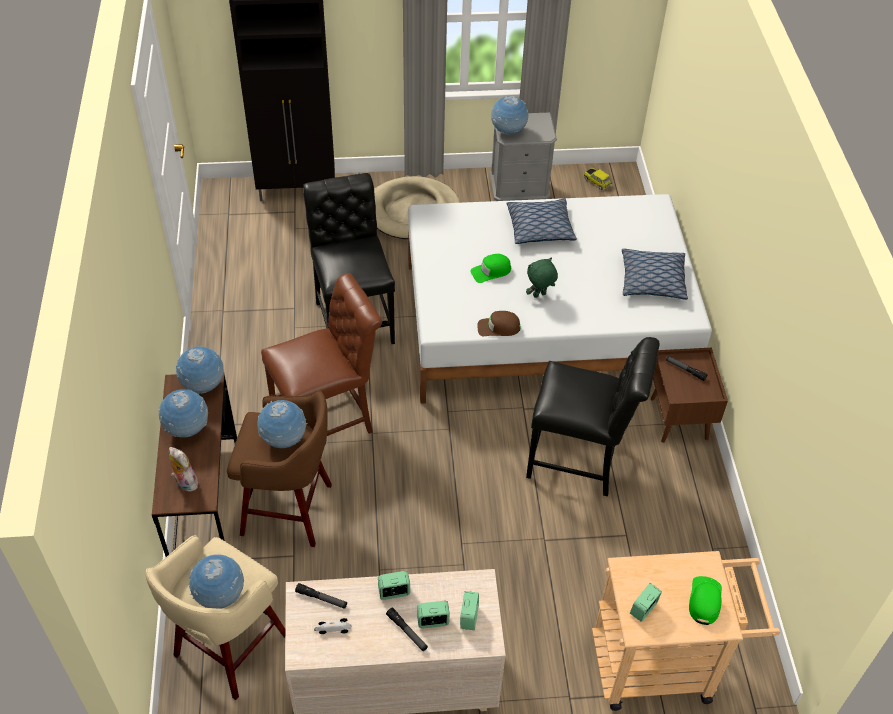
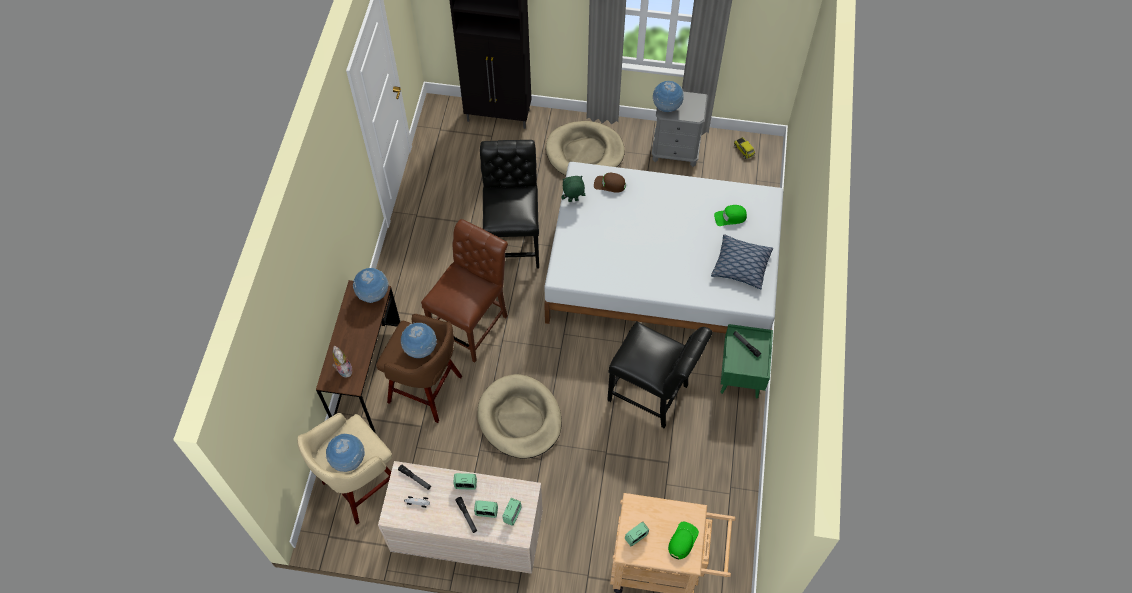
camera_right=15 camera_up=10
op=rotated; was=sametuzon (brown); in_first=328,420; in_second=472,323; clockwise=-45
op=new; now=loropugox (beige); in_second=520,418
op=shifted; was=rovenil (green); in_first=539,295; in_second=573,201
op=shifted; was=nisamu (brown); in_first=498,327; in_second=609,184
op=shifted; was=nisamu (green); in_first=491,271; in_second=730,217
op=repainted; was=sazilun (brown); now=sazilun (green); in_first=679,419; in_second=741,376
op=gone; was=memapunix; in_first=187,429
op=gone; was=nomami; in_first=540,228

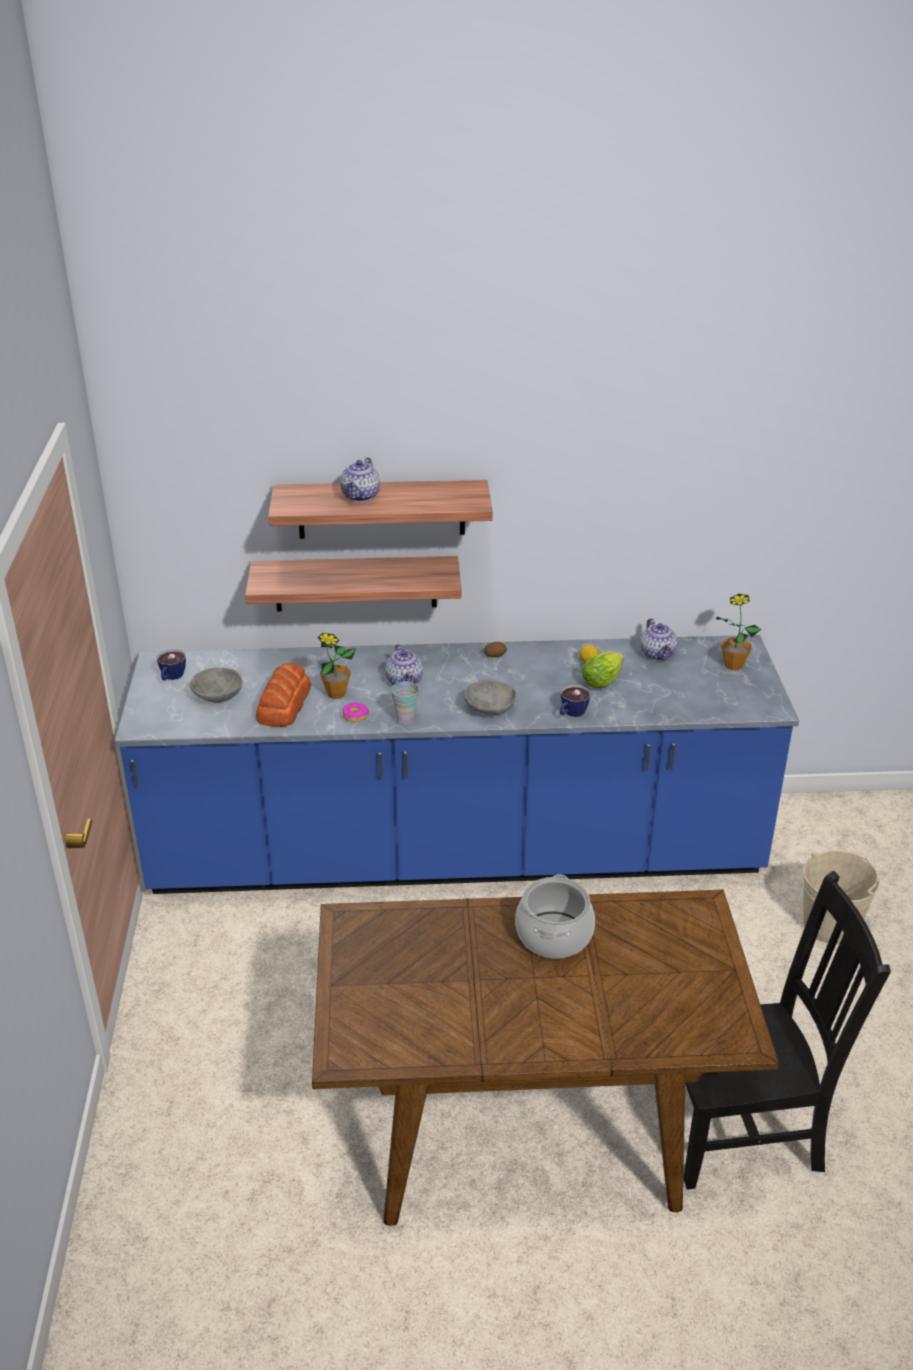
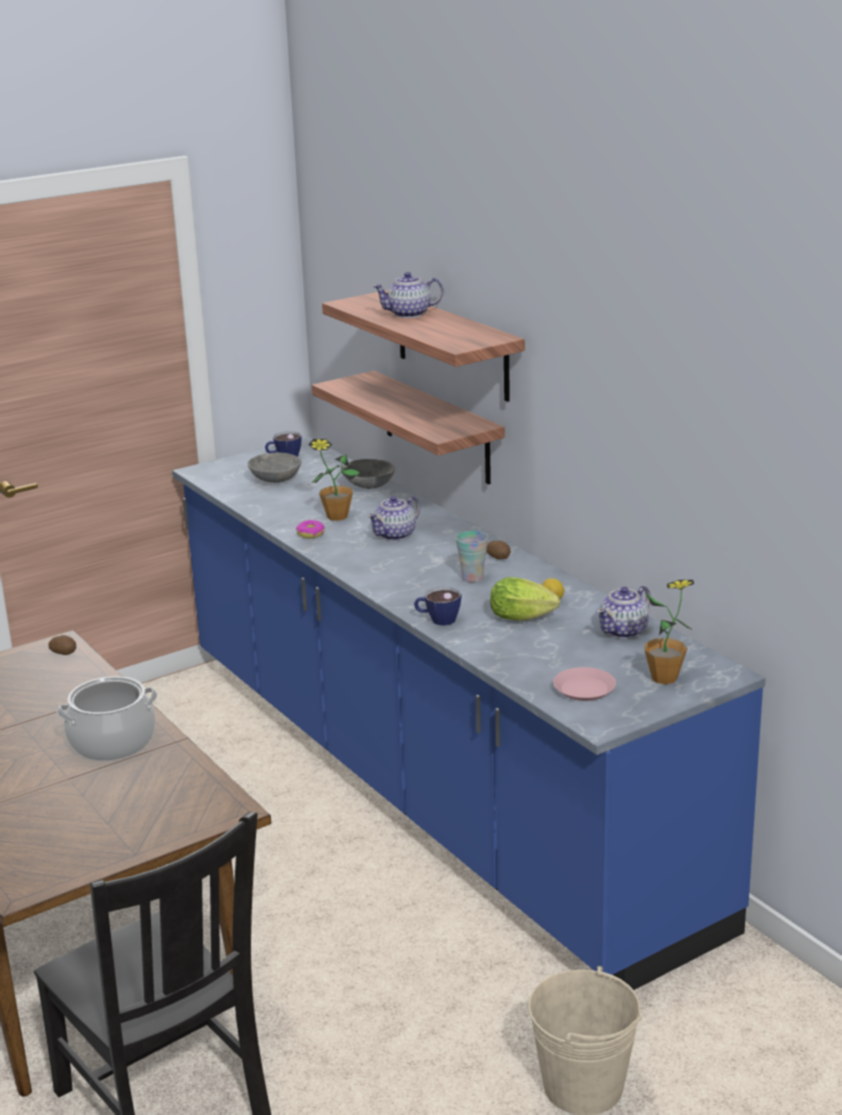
camera_right=60 camera_up=-10
op=new; now=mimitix; in_second=64,652
op=shifted; was=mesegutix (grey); in_first=490,710; in_second=368,486
op=shifted; was=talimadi; in_first=405,720; in_second=472,578
op=new; now=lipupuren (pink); in_second=584,689
op=gone; was=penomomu; in_first=283,704

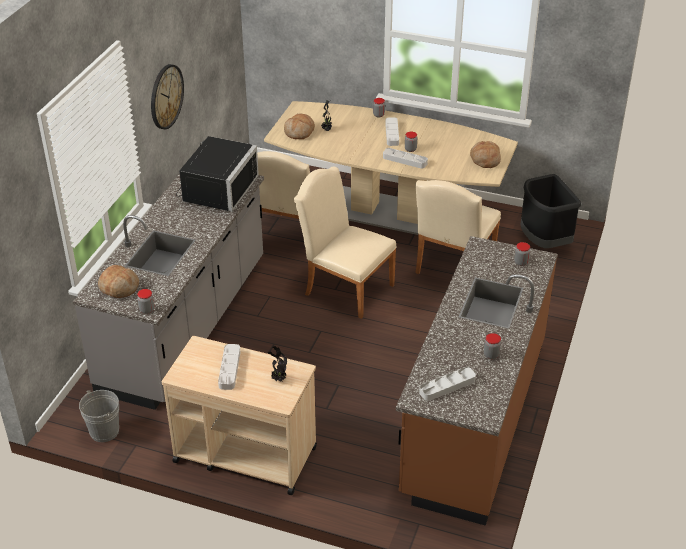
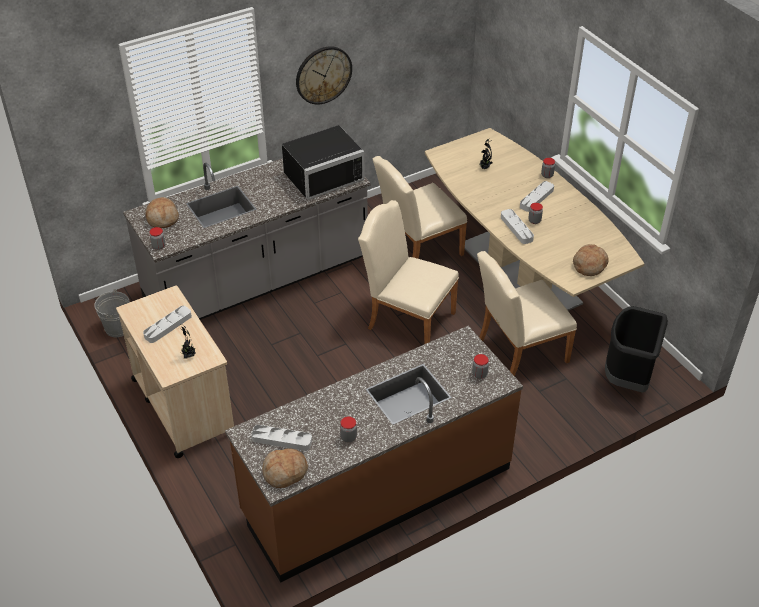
camera_right=40 camera_up=5
op=shifted; was=penomomu; in_first=299,132; in_second=285,472
op=rotated; was=sametuzon (beige); in_first=344,287; in_second=406,318; clockwise=-45

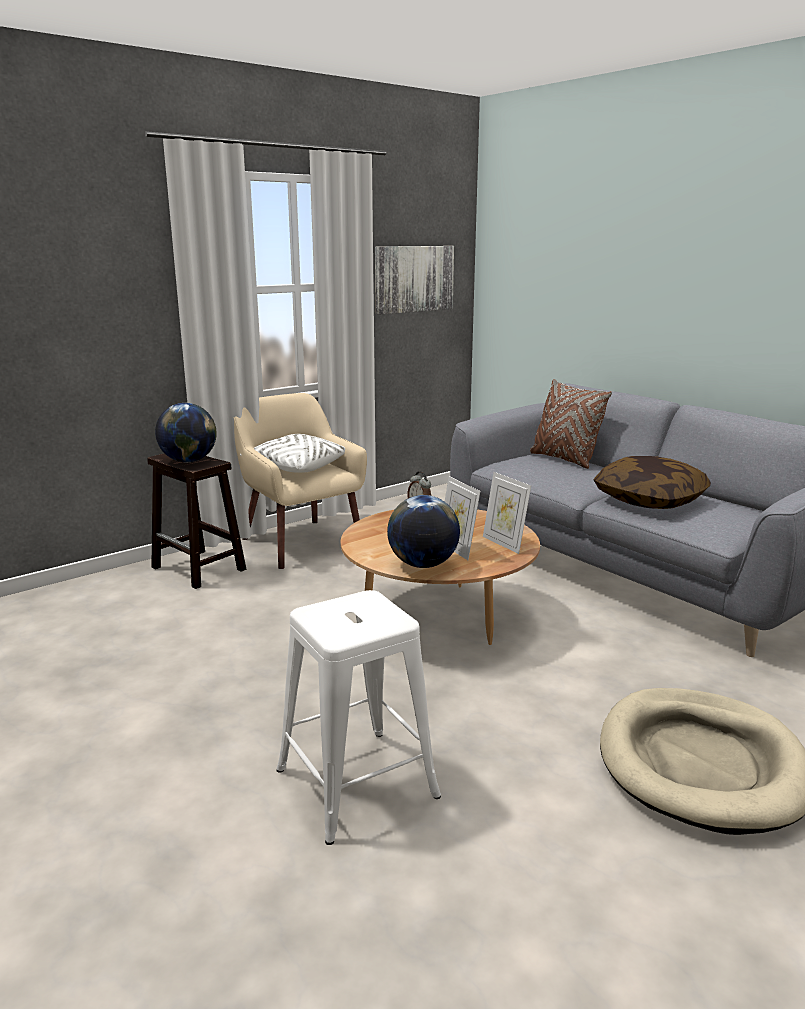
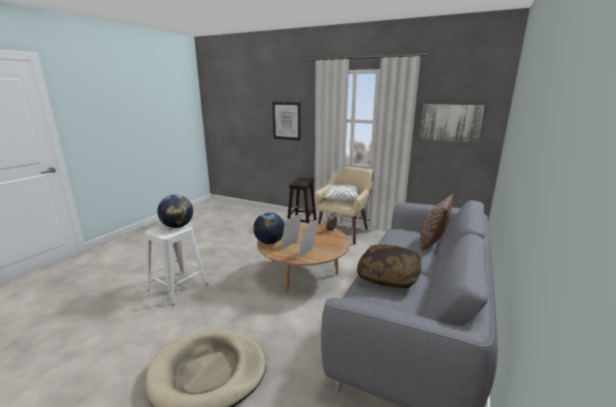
camera_right=65 camera_up=0
op=shifted; was=memapunix; in_first=189,461; in_second=177,226
op=new; now=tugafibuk; in_second=286,121

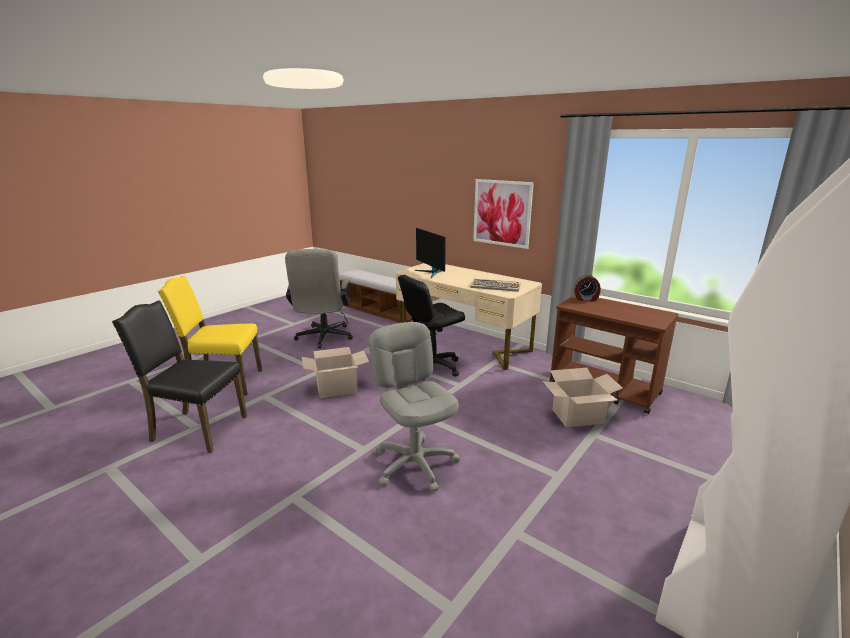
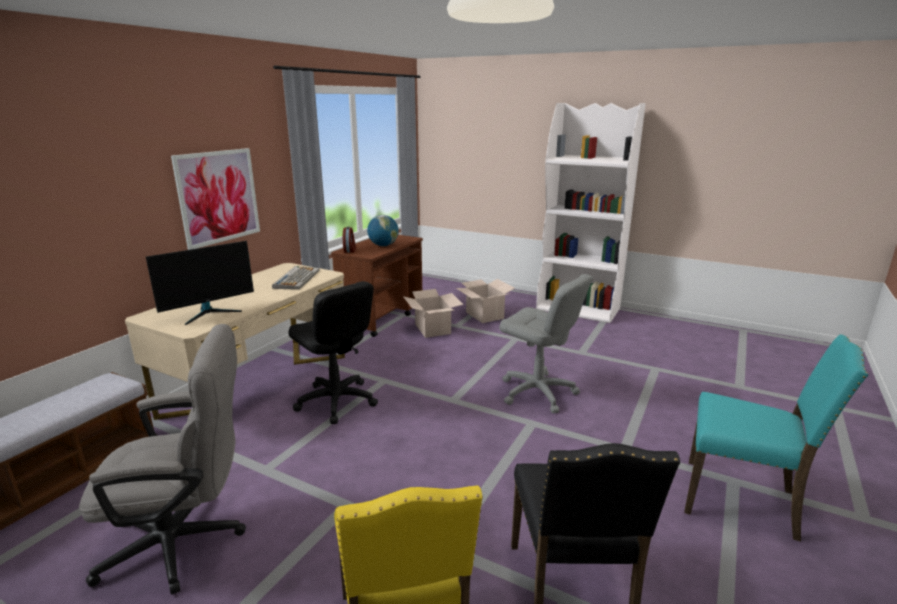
camera_right=-100 camera_up=0
op=new; now=memapunix; in_second=383,245
op=shifted; was=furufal; in_first=337,389; in_second=485,315
op=rotated; was=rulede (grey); in_first=415,464; in_second=537,392; clockwise=-105
op=new; now=sametuzon (turquoise); in_second=742,500

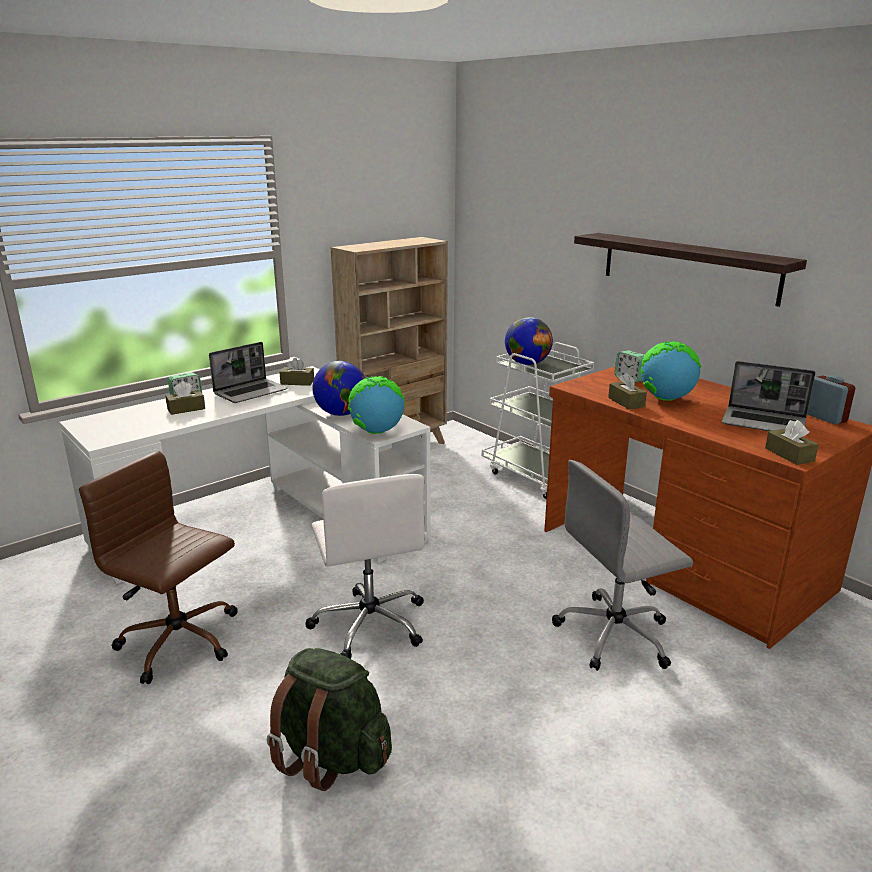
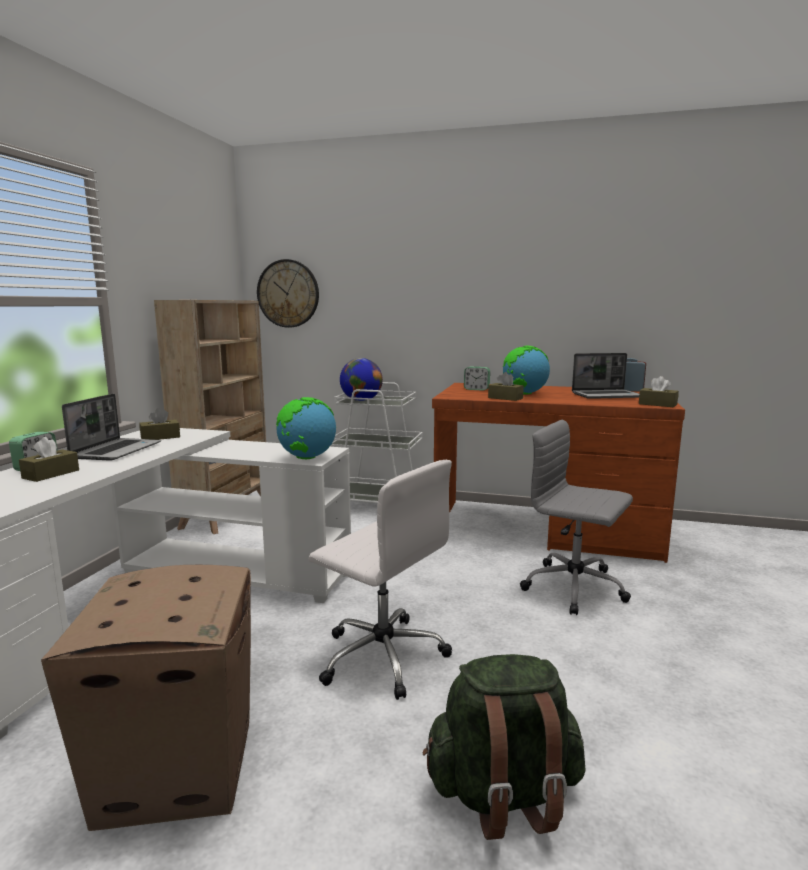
camera_right=-35 camera_up=-10
op=swapped; was=rulede (brown); now=furufal; in_first=180,642; in_second=179,768
op=new; now=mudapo; in_second=288,293
op=rotated; was=rulede (grey); in_first=615,634; in_second=576,588; clockwise=90
op=gone; was=memapunix; in_first=341,413
op=gone; was=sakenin; in_first=688,267

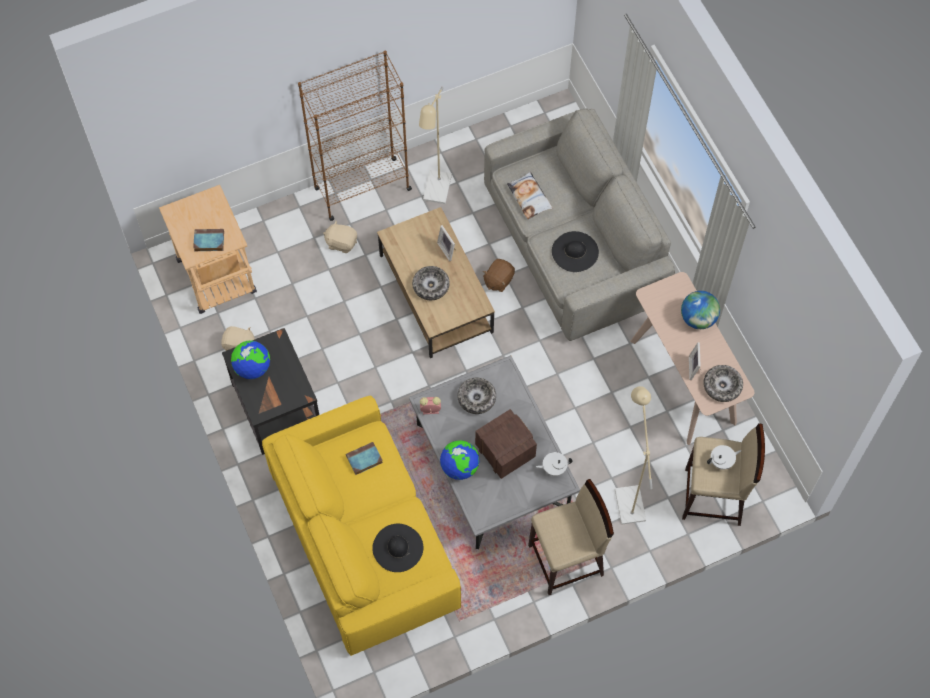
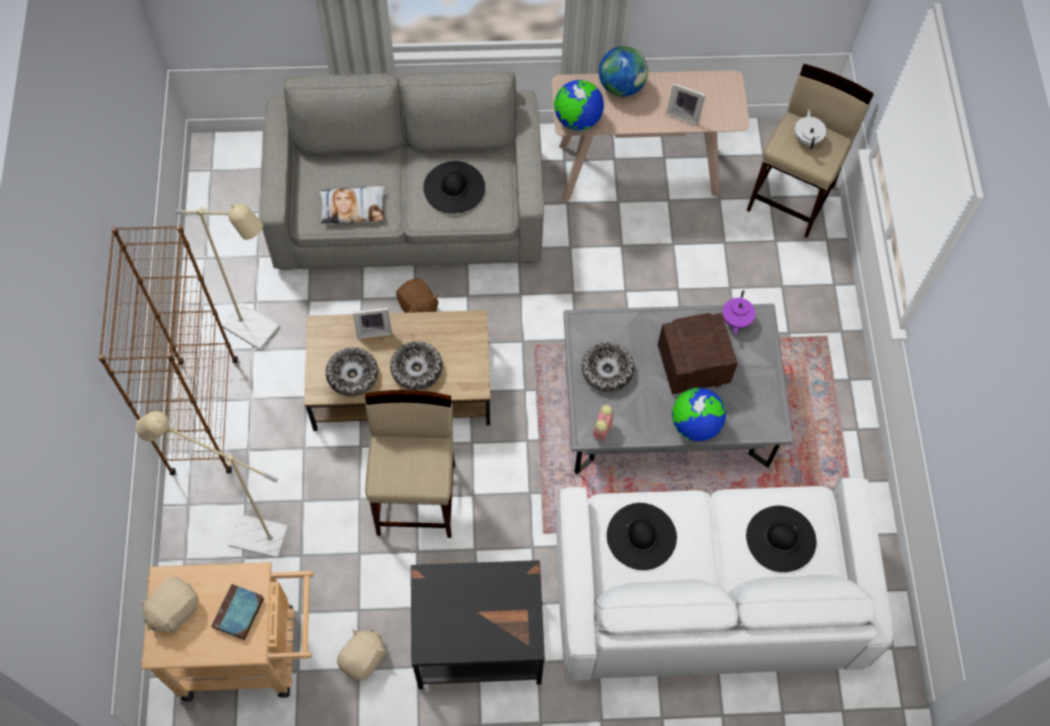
camera_right=-70 camera_up=0
op=shifted; was=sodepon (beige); in_first=628,497; in_second=248,534
op=shifted; was=rovenil (beige); in_first=341,242; in_second=173,610
op=shifted; was=mesegutix; in_first=722,386; in_second=352,375
op=shifted; was=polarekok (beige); in_first=566,561; in_second=417,498
op=shifted; was=memapunix; in_first=252,368; in_second=577,120
op=repainted; was=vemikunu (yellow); now=vemikunu (white); in_first=363,537; in_second=706,596
op=swapped; was=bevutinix; now=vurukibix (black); in_first=364,460; in_second=641,536
op=repainted; was=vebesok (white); now=vebesok (purple); in_first=554,468; in_second=735,320

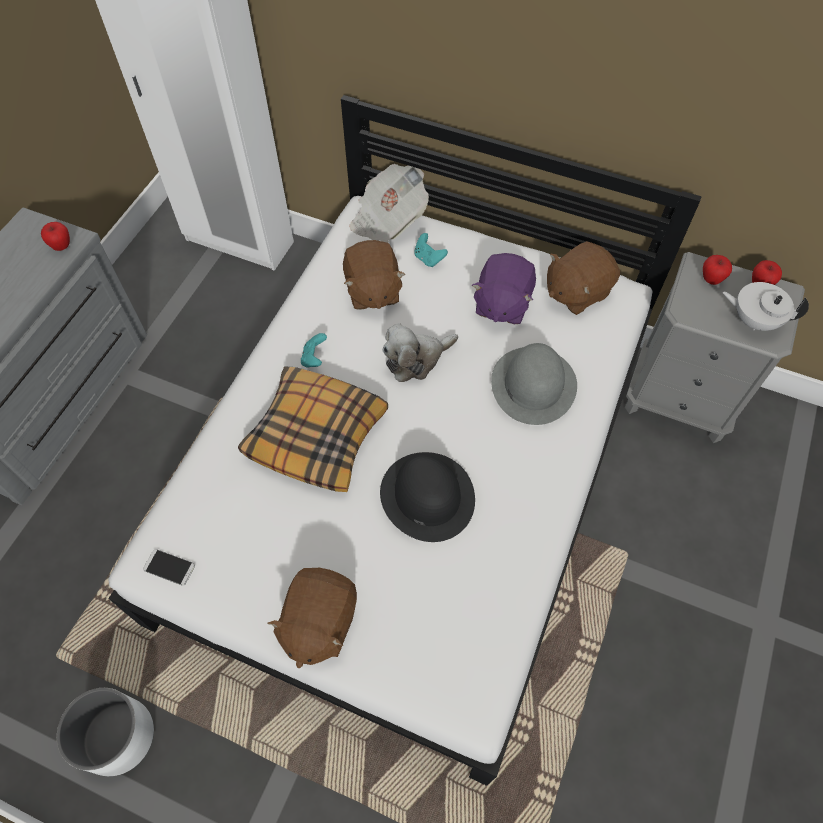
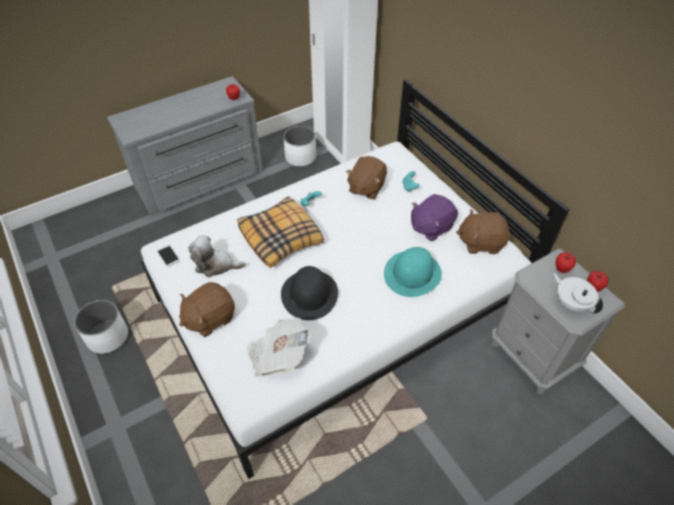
camera_right=35 camera_up=-10
op=shifted; was=rovenil; in_first=416,359; in_second=216,265
op=shifted; was=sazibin; in_first=388,220; in_second=278,355
op=new; now=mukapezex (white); in_second=300,157
op=repainted; was=vurukibix (grey); now=vurukibix (turquoise); in_first=533,384; in_second=412,273

